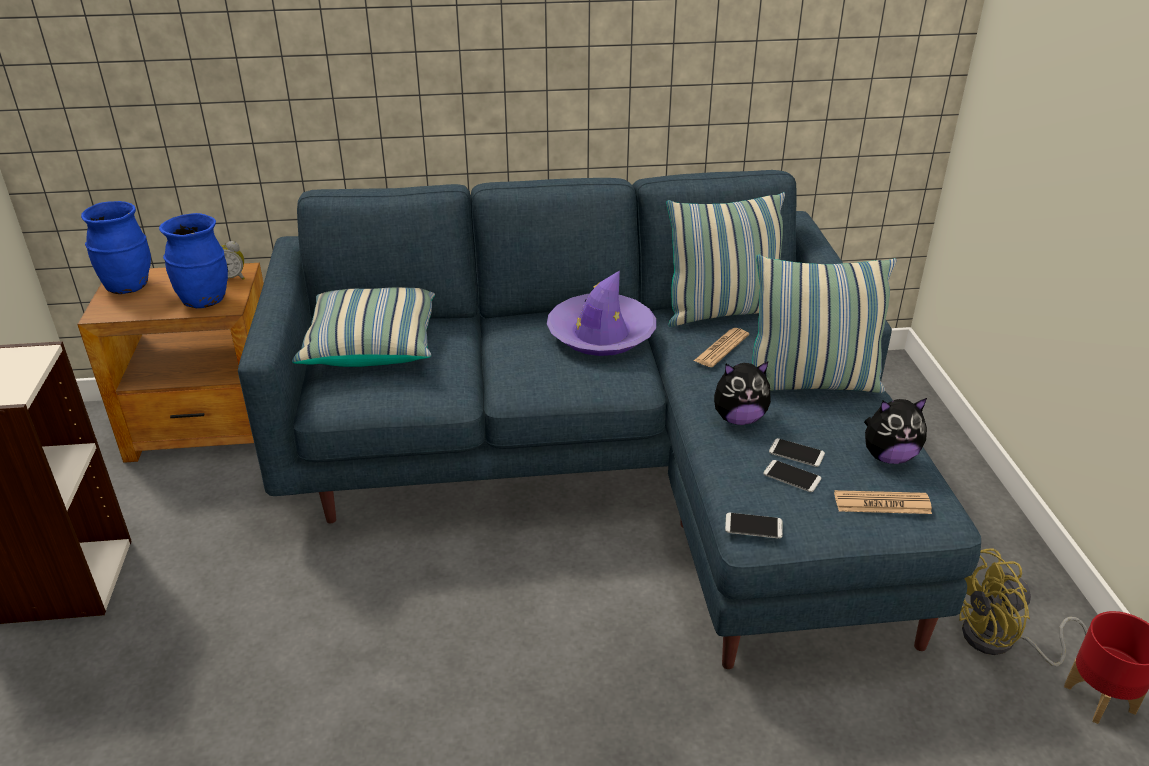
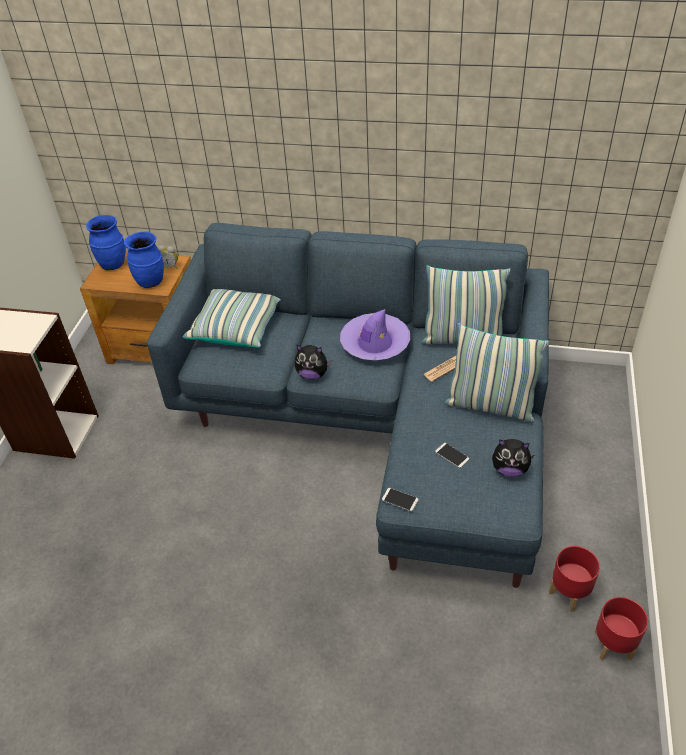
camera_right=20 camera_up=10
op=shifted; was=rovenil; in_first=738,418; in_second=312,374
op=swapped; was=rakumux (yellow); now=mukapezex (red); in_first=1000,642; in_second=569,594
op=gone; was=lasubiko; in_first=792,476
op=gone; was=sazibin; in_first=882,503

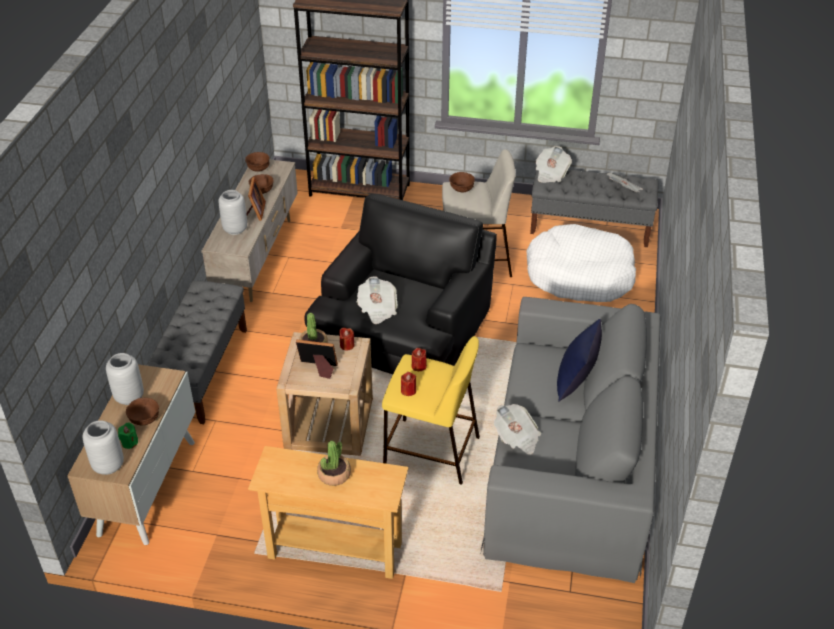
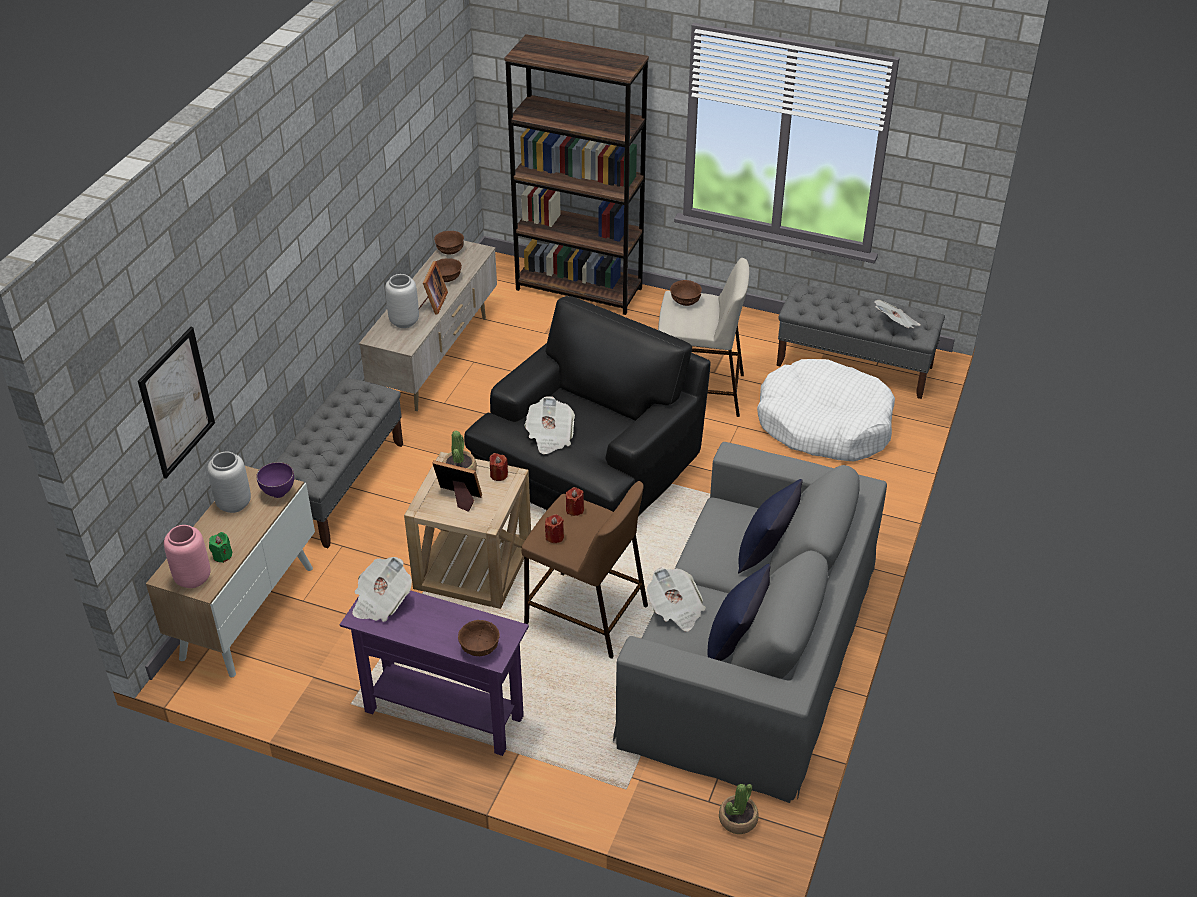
camera_right=10 camera_up=0
op=new; now=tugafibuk; in_second=177,402
op=repainted; was=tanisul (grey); now=tanisul (pink); in_first=109,466; in_second=193,579
op=new; now=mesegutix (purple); in_second=279,494
op=repainted; was=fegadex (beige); now=fegadex (purple); in_first=335,550; in_second=444,714
op=shifted; was=sazibin; in_first=550,174; in_second=381,601
op=shifted; was=mesegutix (brown); in_first=144,419; in_second=479,648
op=repainted; was=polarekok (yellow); now=polarekok (brown); in_first=430,451; in_second=584,614
op=new; now=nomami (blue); in_second=735,642
op=shifted; was=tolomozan; in_first=334,474; in_second=738,819

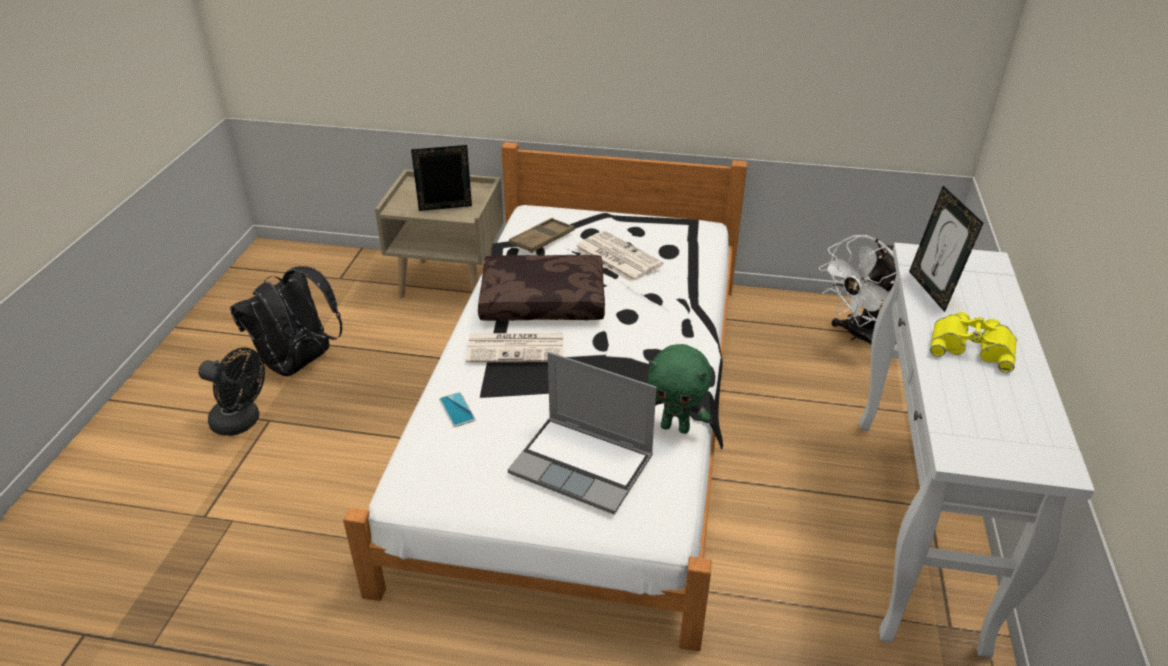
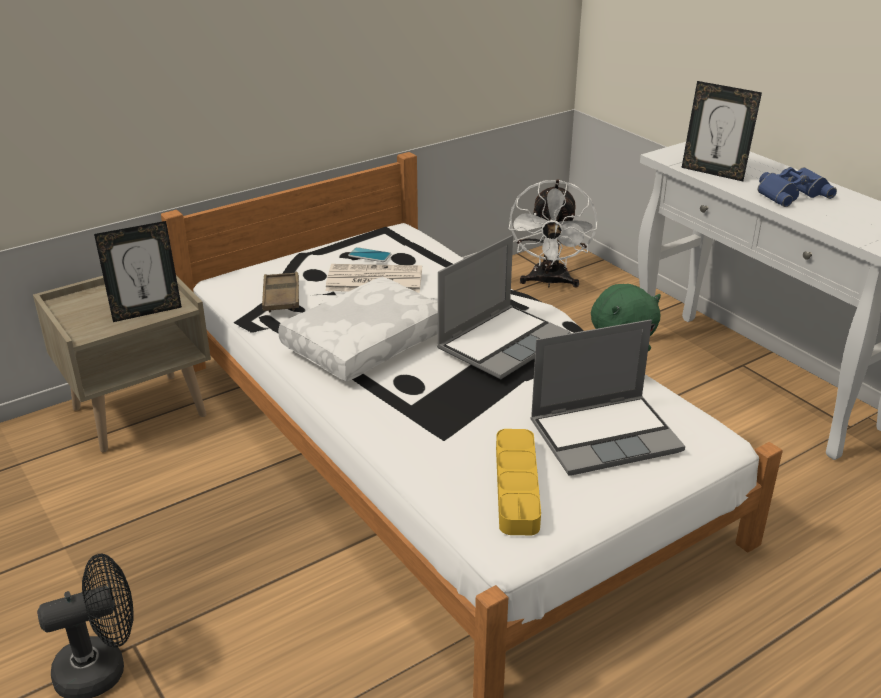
camera_right=-45 camera_up=-5
op=rotated; was=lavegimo; in_first=445,210; in_second=146,312; clockwise=-150
op=repainted; was=nomami (brown); now=nomami (white); in_first=544,300; in_second=365,342
op=shifted; was=lasubiko; in_first=457,410; in_second=369,255
op=new; now=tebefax; in_second=503,342
op=new; now=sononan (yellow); in_second=516,486
op=repainted; was=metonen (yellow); now=metonen (blue); in_first=972,346; in_second=790,193
op=gone; was=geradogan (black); in_first=299,364
op=gone; was=sazibin; in_first=517,348

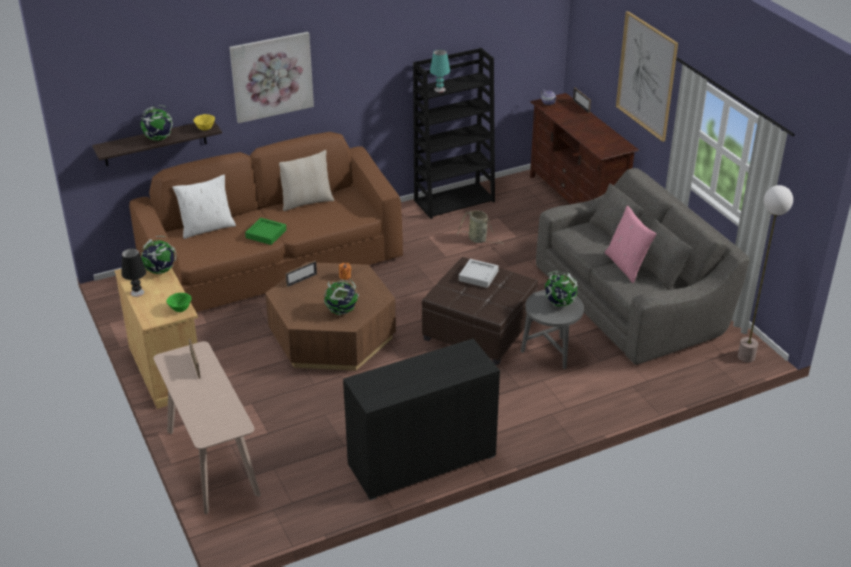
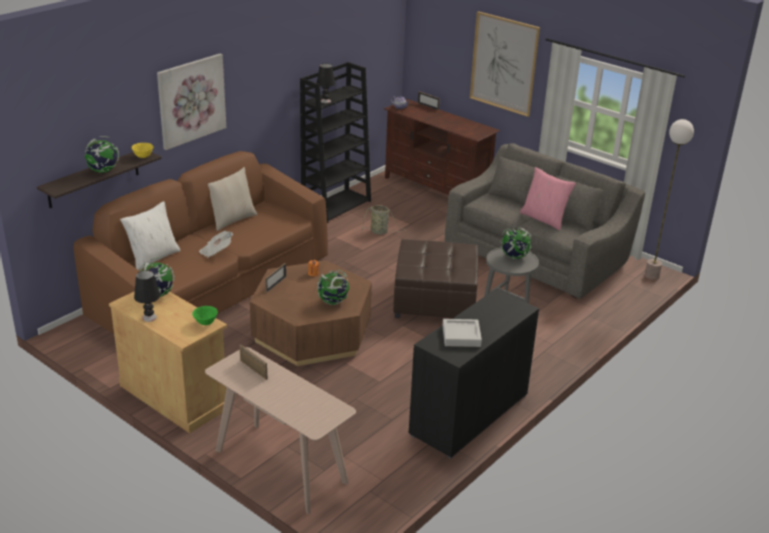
camera_right=-25 camera_up=-5
op=swapped; was=sononan (green); now=sazibin; in_first=266,234; in_second=216,252
op=repainted; was=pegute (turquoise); now=pegute (black); in_first=439,89; in_second=325,101
op=shifted; was=sononan (grey); in_first=478,276; in_second=461,336

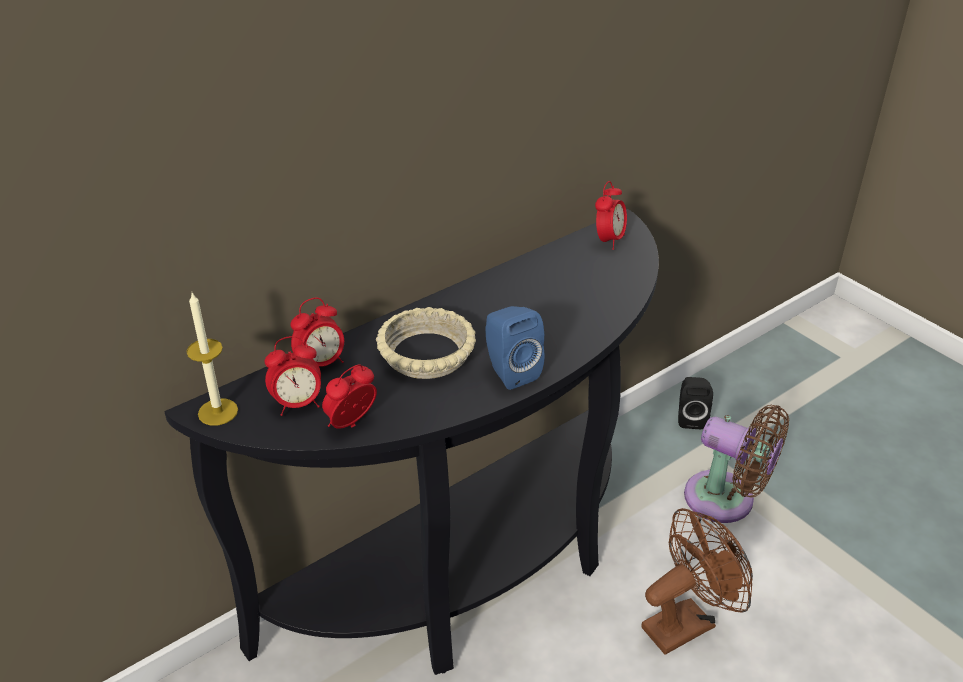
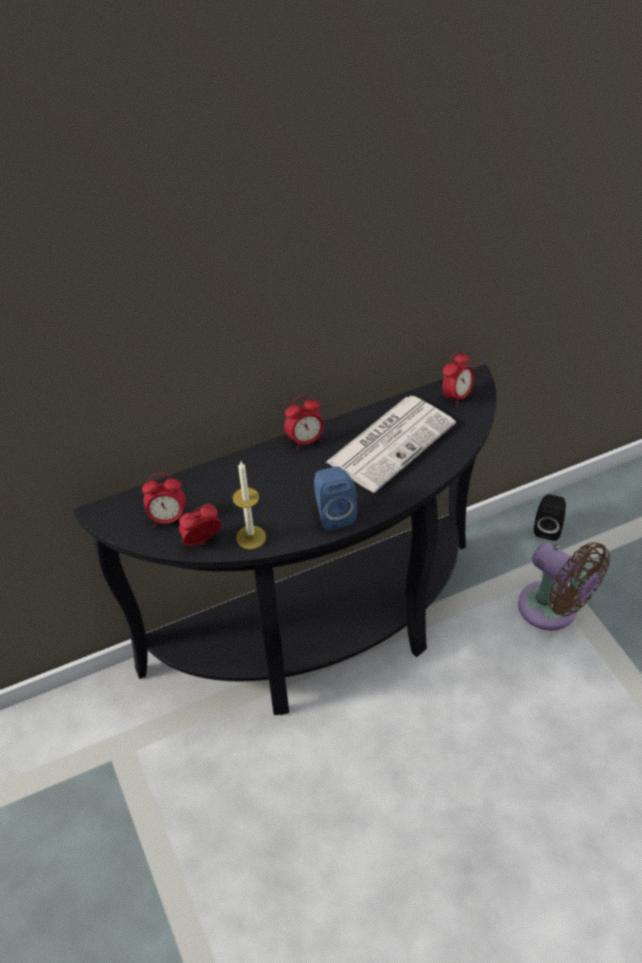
camera_right=15 camera_up=10
op=shifted; was=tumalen; in_first=218,412; in_second=251,537
op=shifted; was=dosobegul; in_first=321,364; in_second=305,441
op=new; now=sazibin; in_second=391,442
op=gone; was=mesegutix (beige); in_first=425,353
op=gone; was=rakumux (brown); in_first=686,622

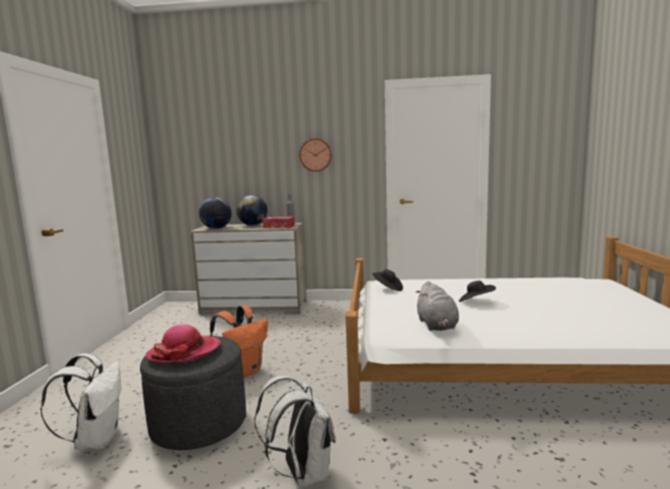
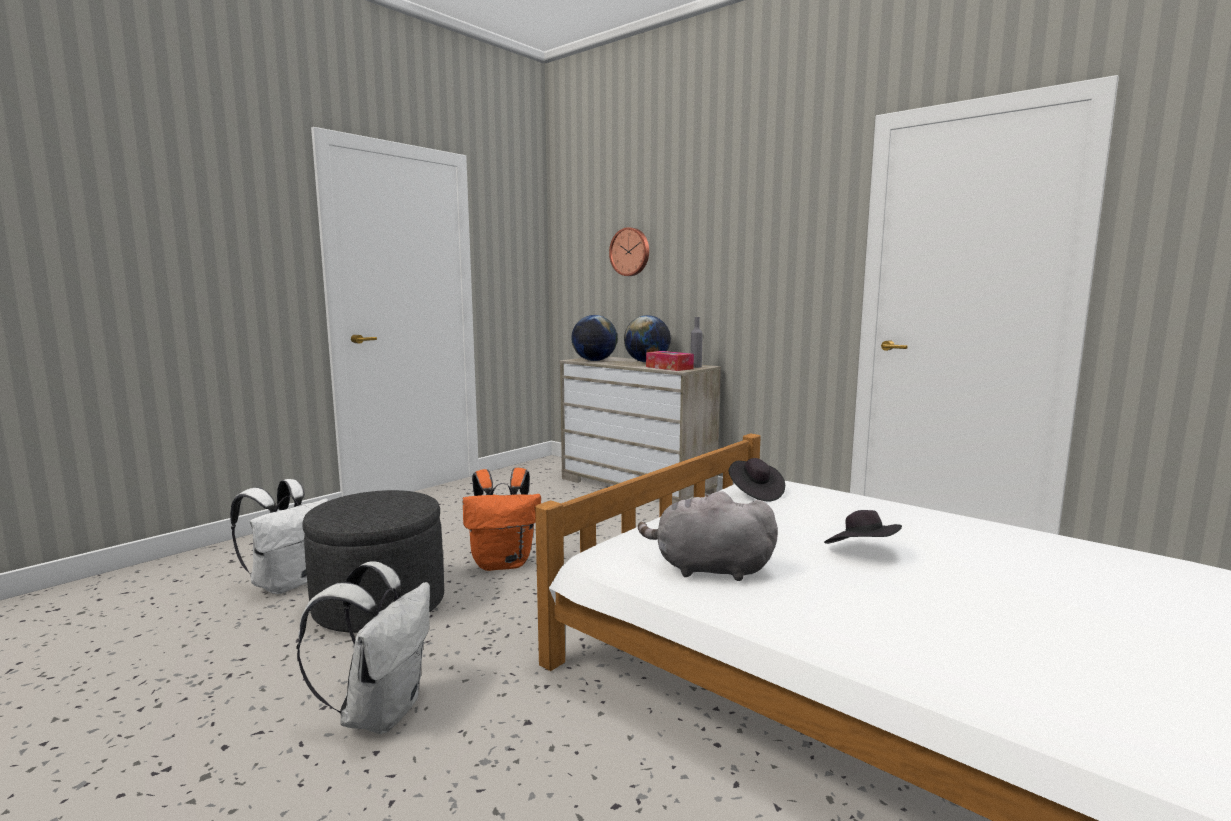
camera_right=35 camera_up=0
op=shifted; was=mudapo; in_first=315,155; in_second=630,252
op=rotated; was=rovenil (grey); in_first=437,326; in_second=707,569; clockwise=75
op=gone; was=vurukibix; in_first=184,352

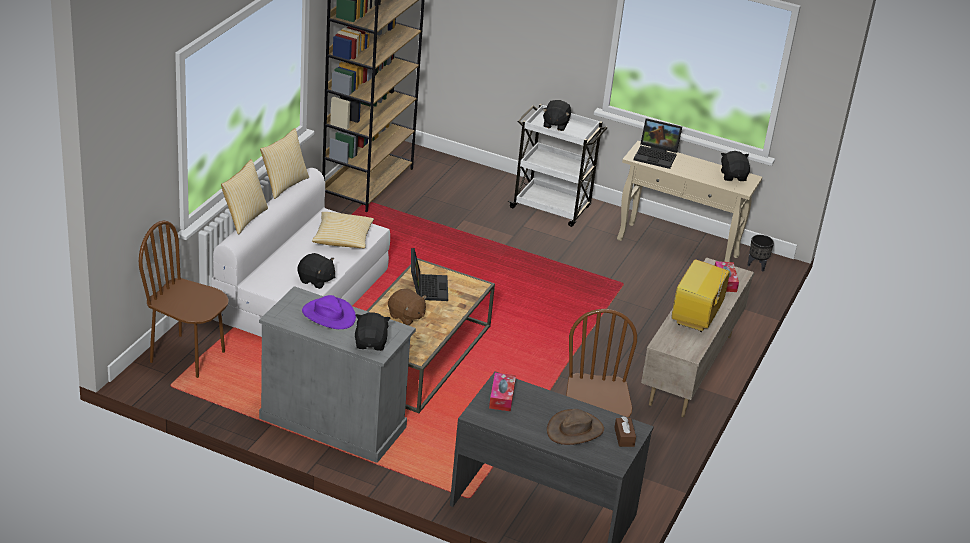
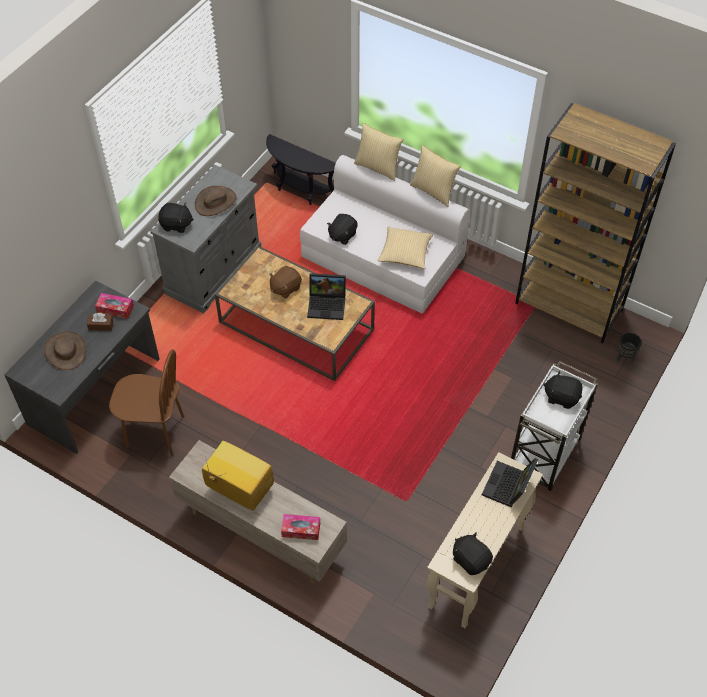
camera_right=100 camera_up=20
op=shifted; was=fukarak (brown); in_first=624,437; in_second=101,325
op=repainted; was=vurukibix (purple); now=vurukibix (brown); in_first=328,315; in_second=215,202
op=swapped; was=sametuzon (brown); now=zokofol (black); in_first=188,356; in_second=300,191
op=rotated; was=rovenil (black); in_first=733,176; in_second=471,560; clockwise=-135
op=shifted; was=mukapezex (black); in_first=757,266; in_second=625,358

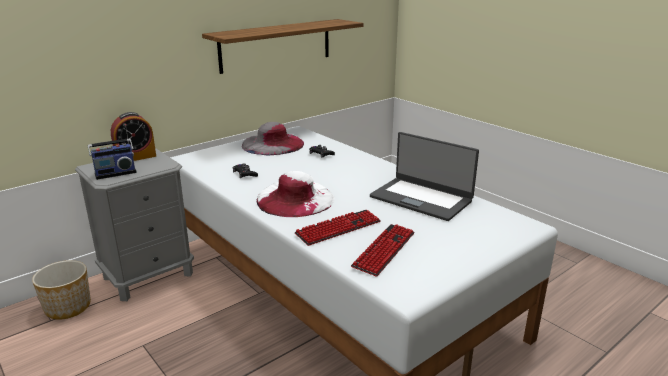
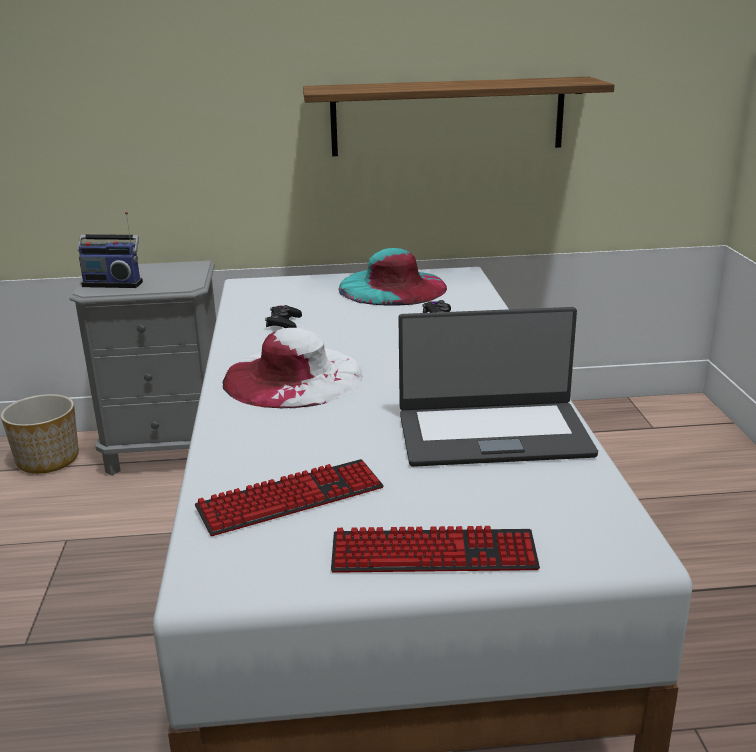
camera_right=35 camera_up=0
op=shifted; was=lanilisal; in_first=338,228; in_second=433,554
op=repainted; was=vurukibix (grey); now=vurukibix (turquoise); in_first=272,144; in_second=392,287
op=rotated; was=tebefax; in_first=421,198; in_second=492,433; clockwise=-75
op=gone; was=dosobegul; in_first=135,157

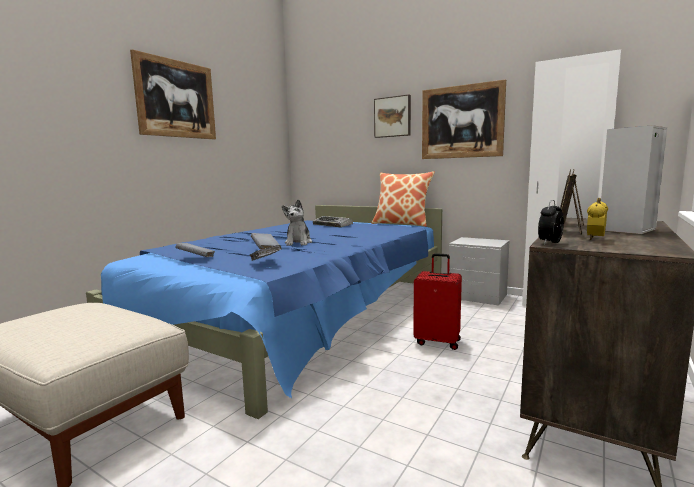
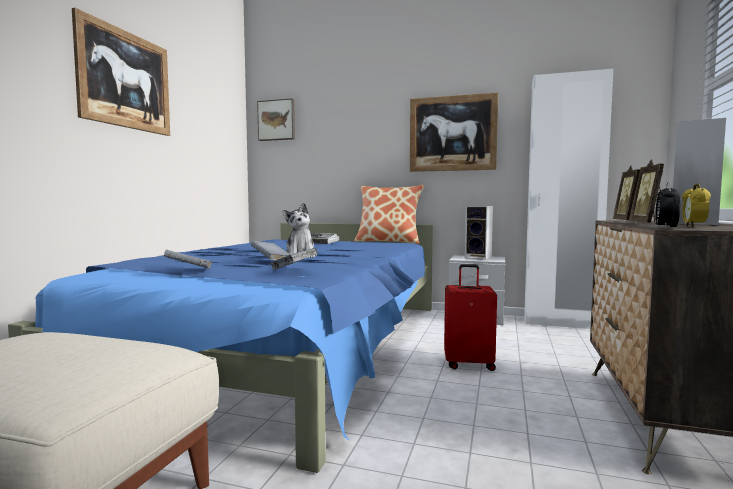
camera_right=-15 camera_up=-5
op=shifted; was=tugafibuk; in_first=393,117; in_second=277,120
op=new; now=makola; in_second=479,257

